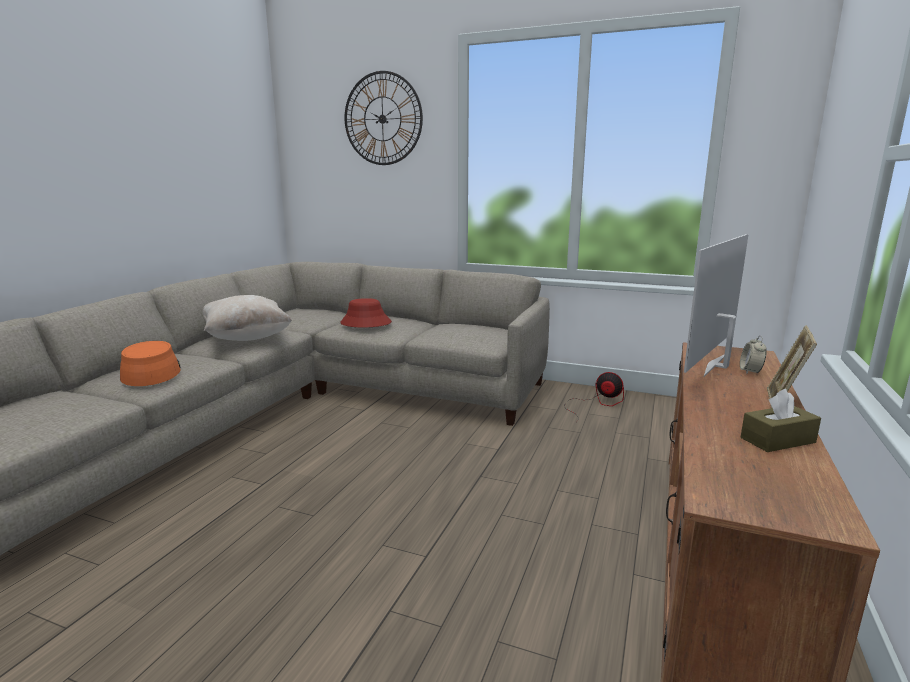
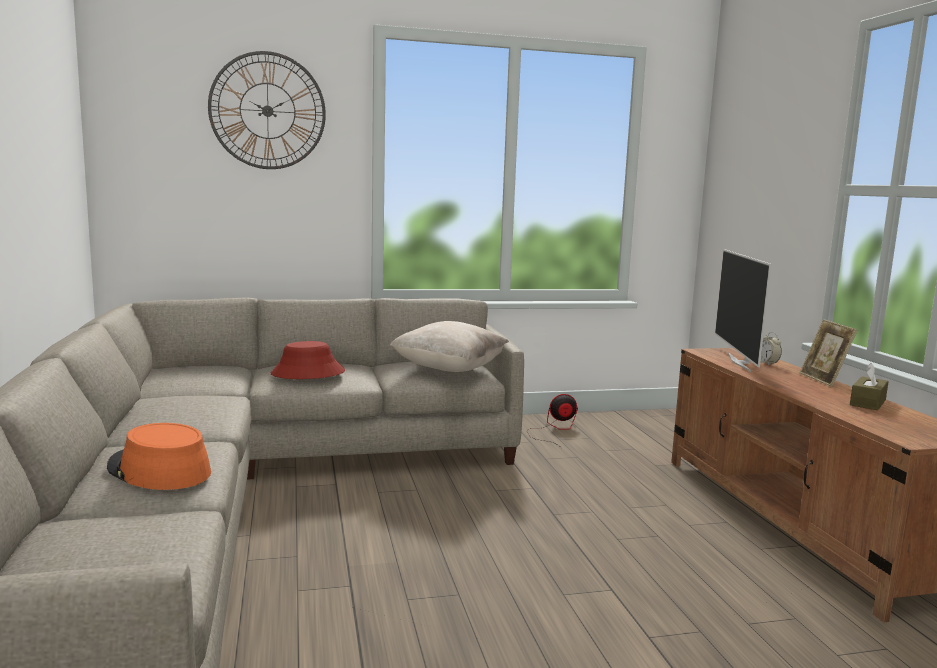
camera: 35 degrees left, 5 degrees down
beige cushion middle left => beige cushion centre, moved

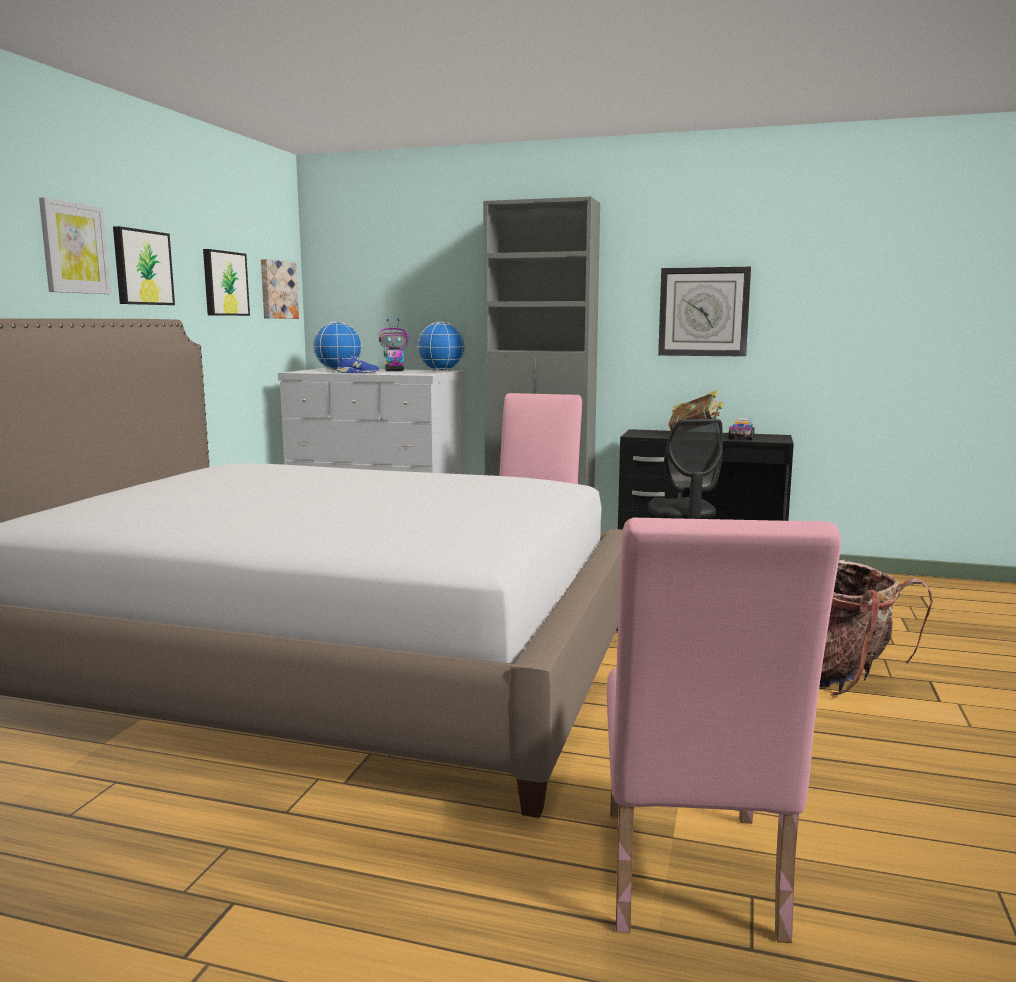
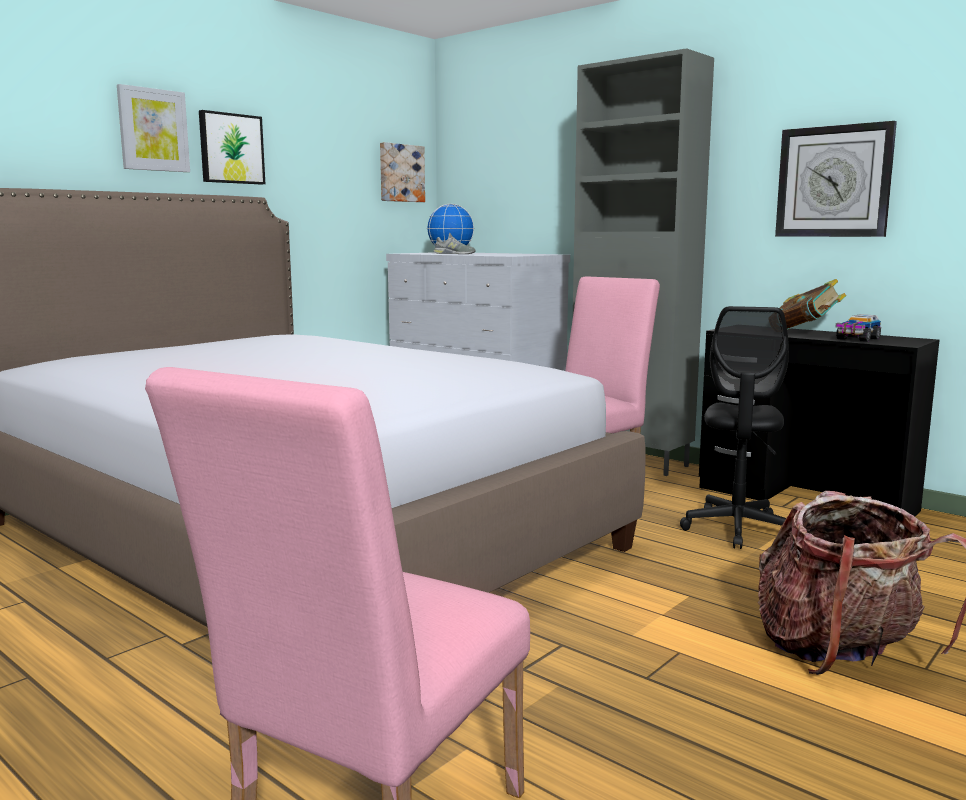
camera: 25 degrees right, 0 degrees up
wall art (3rd from left) top left => nothing
toy robot centre => nothing
desk globe (2nd from left) centre => nothing
blue shoe centre => gray shoe top centre

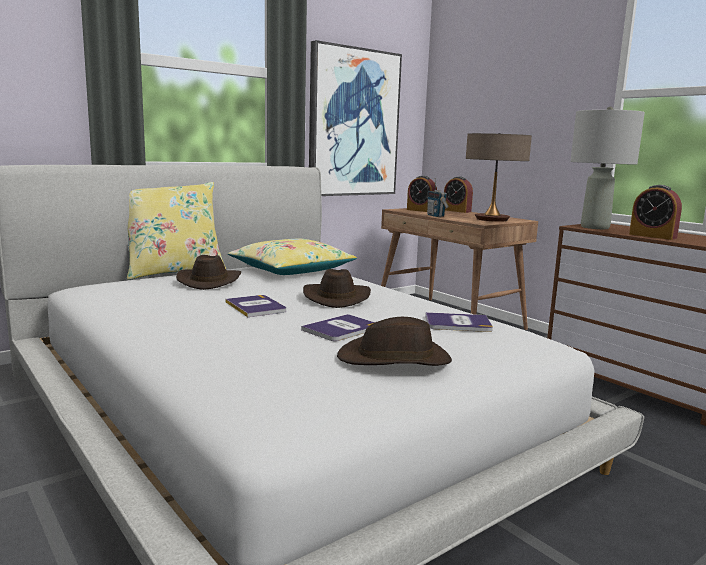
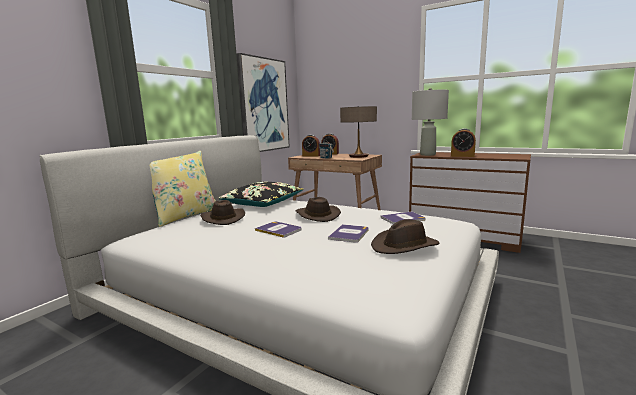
camera: 20 degrees left, 0 degrees up
yellow-coloured cushion (2nd from left) centre => black cushion centre

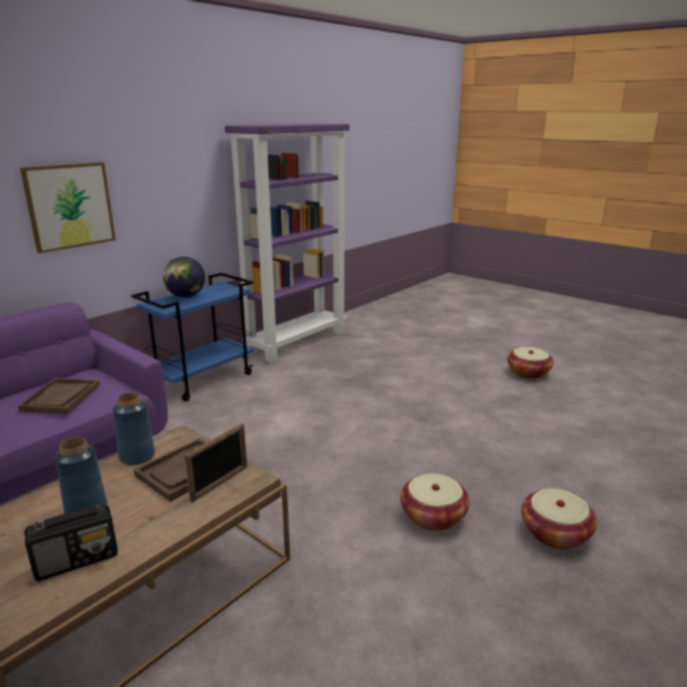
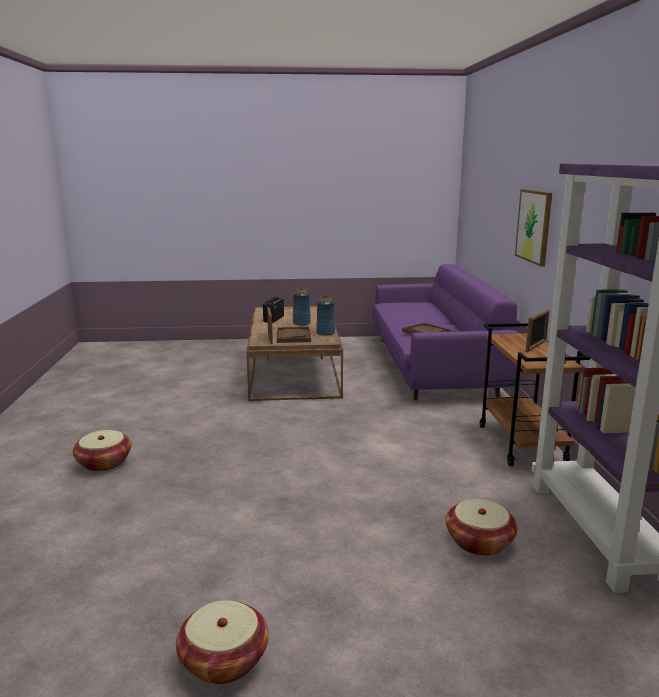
camera: 135 degrees right, 5 degrees down
household basket (1st from left in the first image) bottom centre => household basket (3rd from left) bottom right, moved
desk globe middle left => standing frame (2nd from left) middle right
blue trolley middle left => brown-coloured trolley middle right

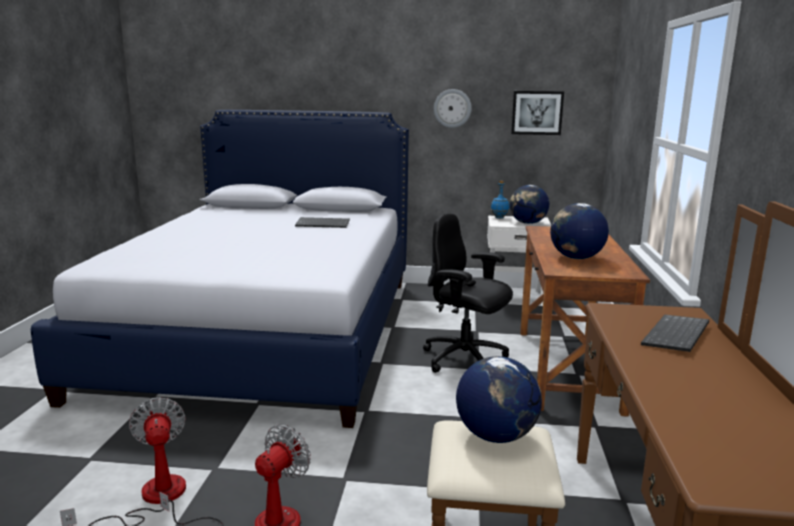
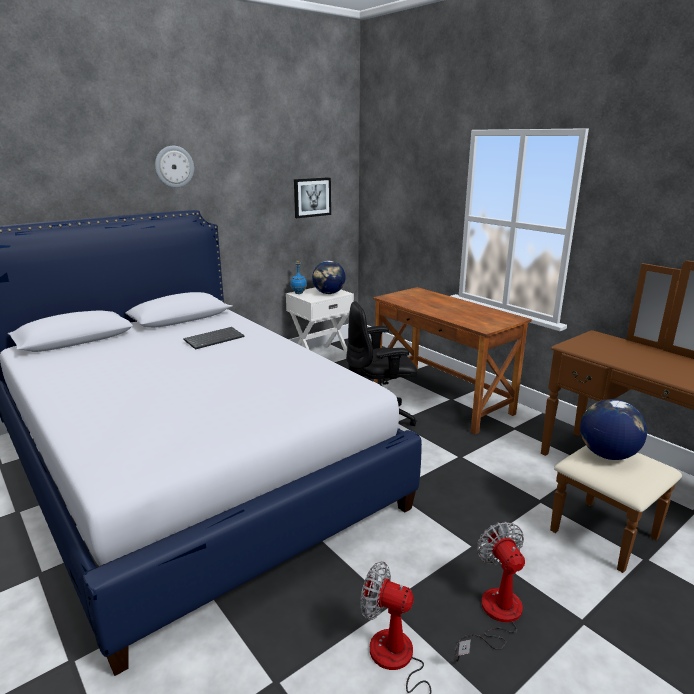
camera: 45 degrees left, 5 degrees up
desk globe (3rd from left) middle right => nothing
keyboard (2nd from left) middle right => nothing
wall clock top centre => wall clock top left, moved

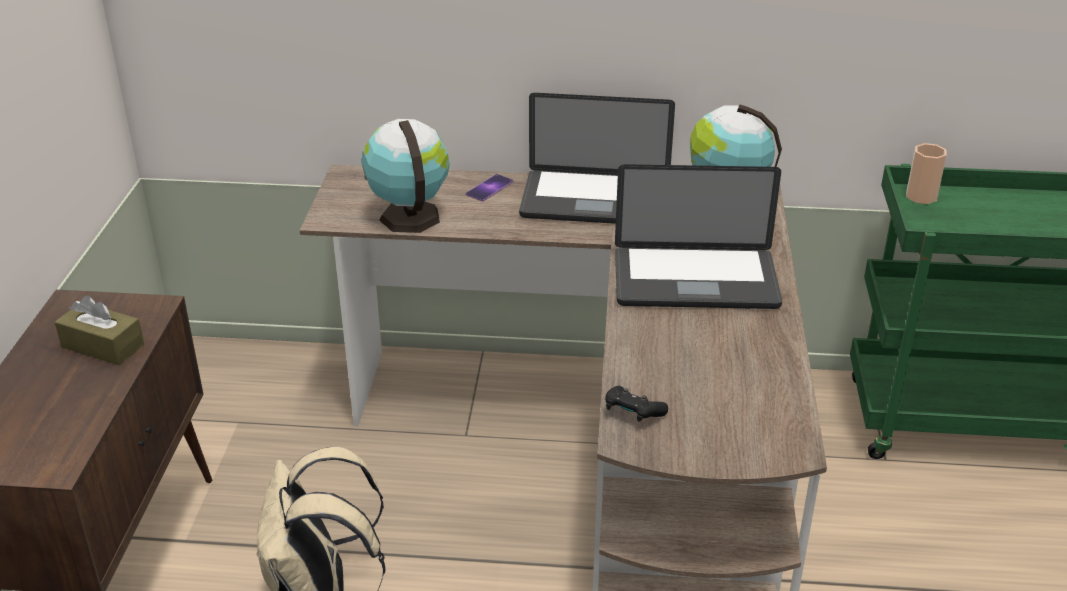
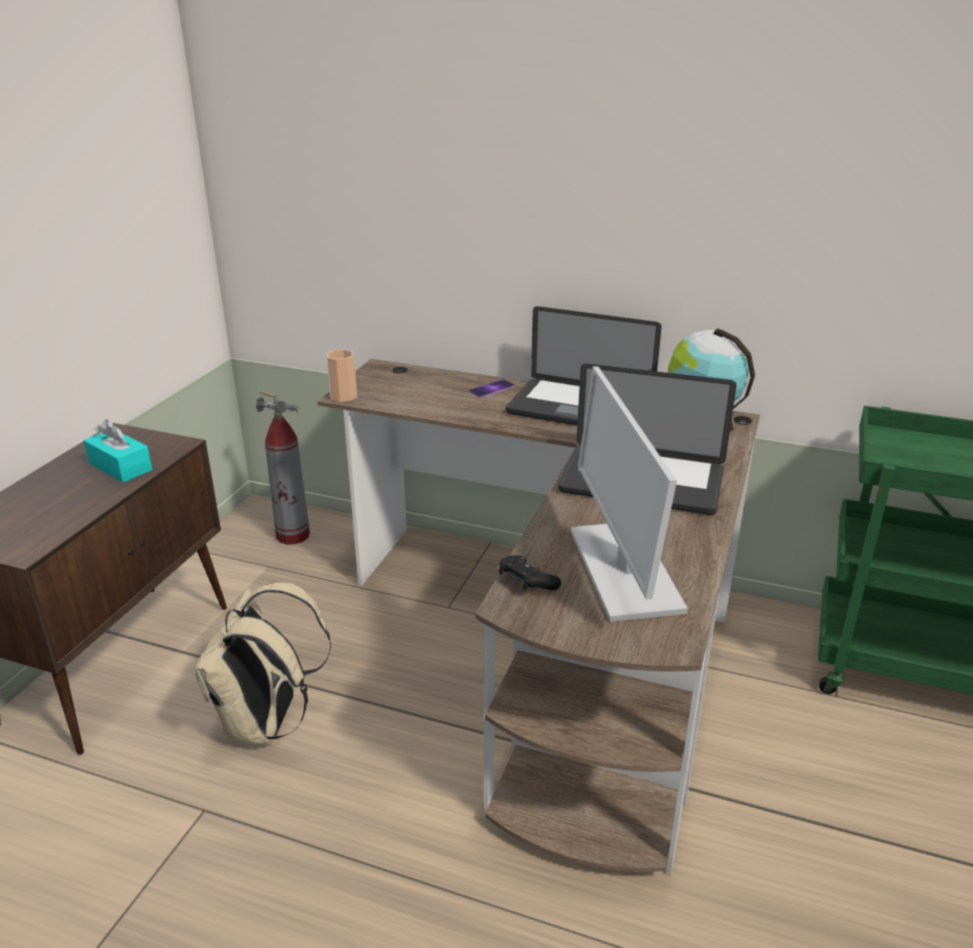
camera: 15 degrees right, 5 degrees down
desk globe (1st from left) top centre => nothing
nothing => fire extinguisher middle left
nothing => computer screen centre
cup top right => cup centre, moved
brown-coloured tissue holder middle left => blue-green tissue holder middle left

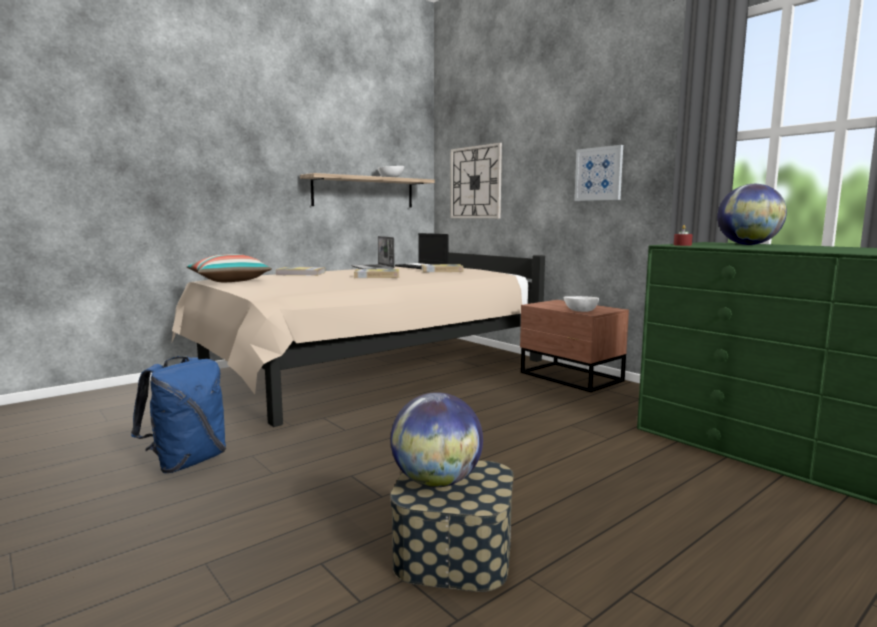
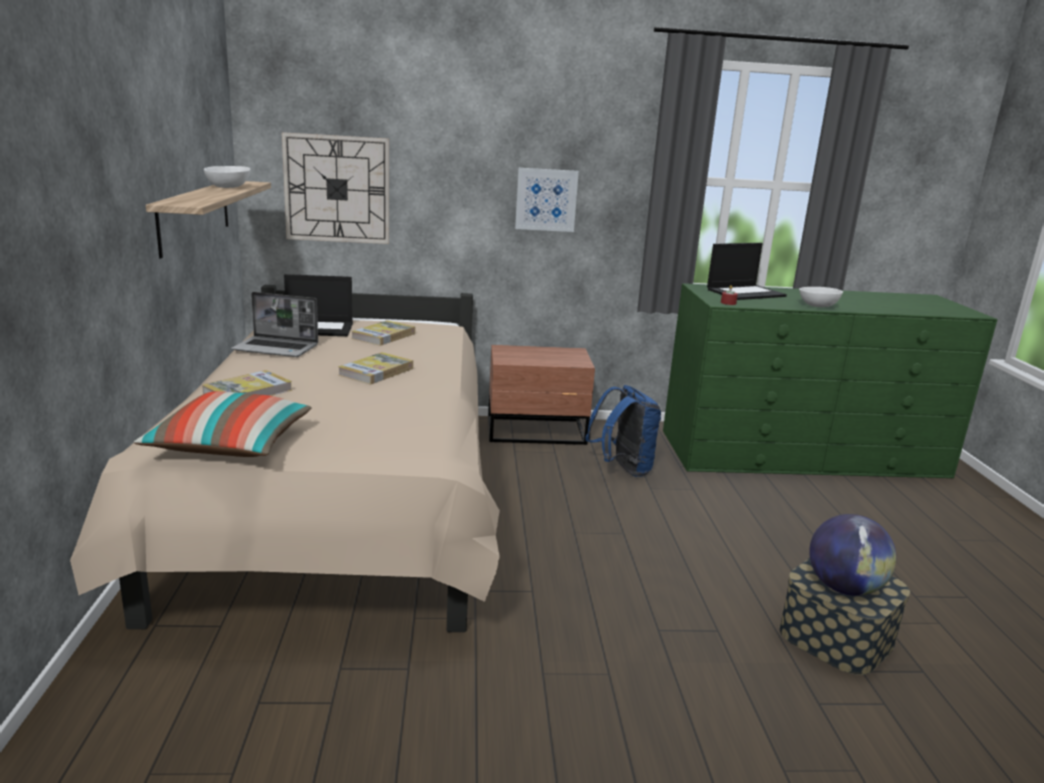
camera: 55 degrees left, 10 degrees up
blue knapsack middle left => blue knapsack centre, moved
white-coloured bowl (2nd from left) centre => white-coloured bowl (2nd from left) middle right, moved
desk globe (2nd from left) middle right => portable computer (3rd from left) middle right

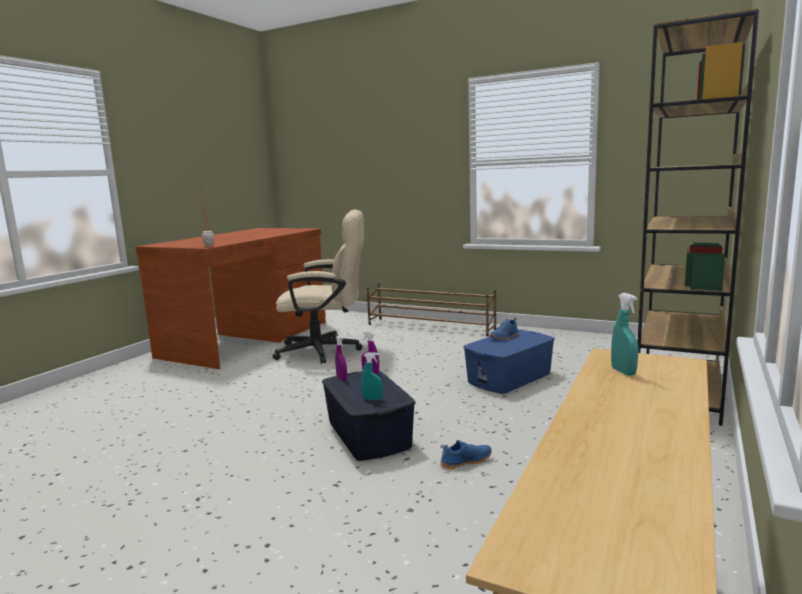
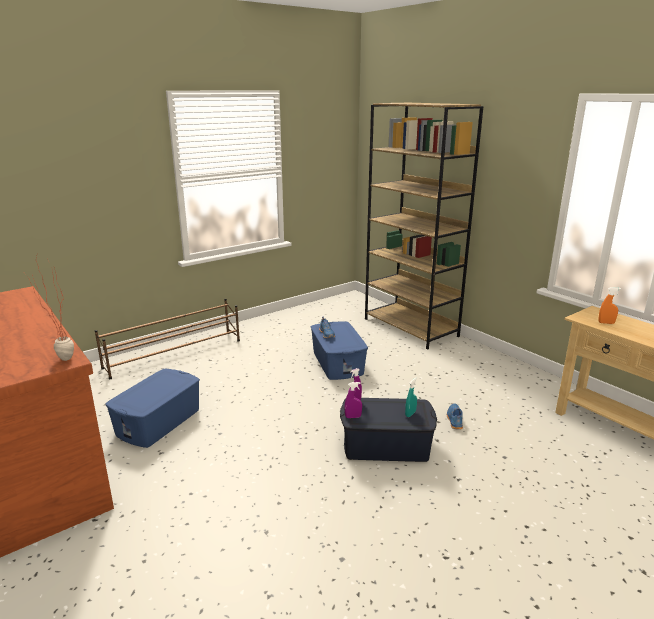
camera: 65 degrees left, 10 degrees up
beige computer chair centre => blue storage bin (1st from left) middle left
blue-green spray bottle (2nd from left) middle right => orange spray bottle middle right

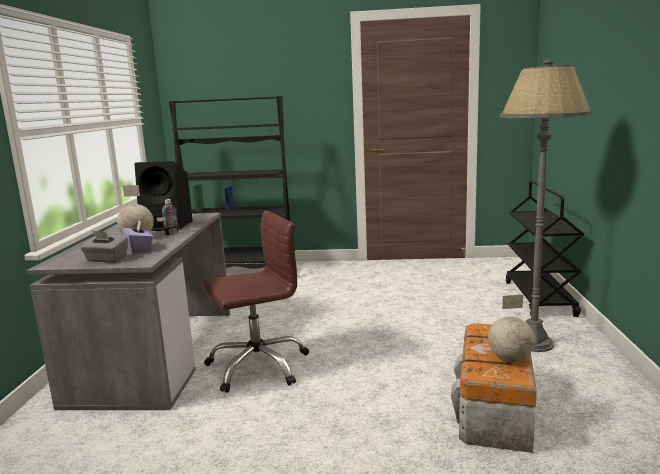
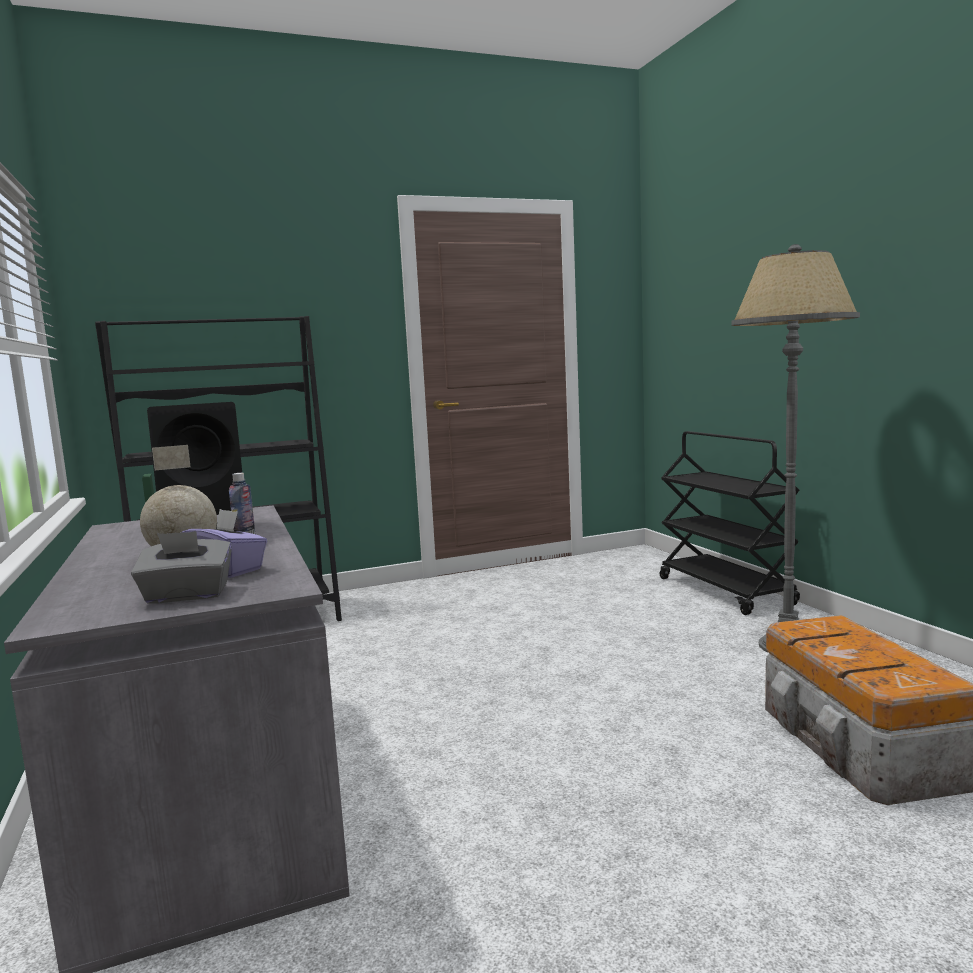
camera: 25 degrees left, 5 degrees down
brown-coloured computer chair centre => nothing
desk globe (2nd from left) bottom right => nothing

